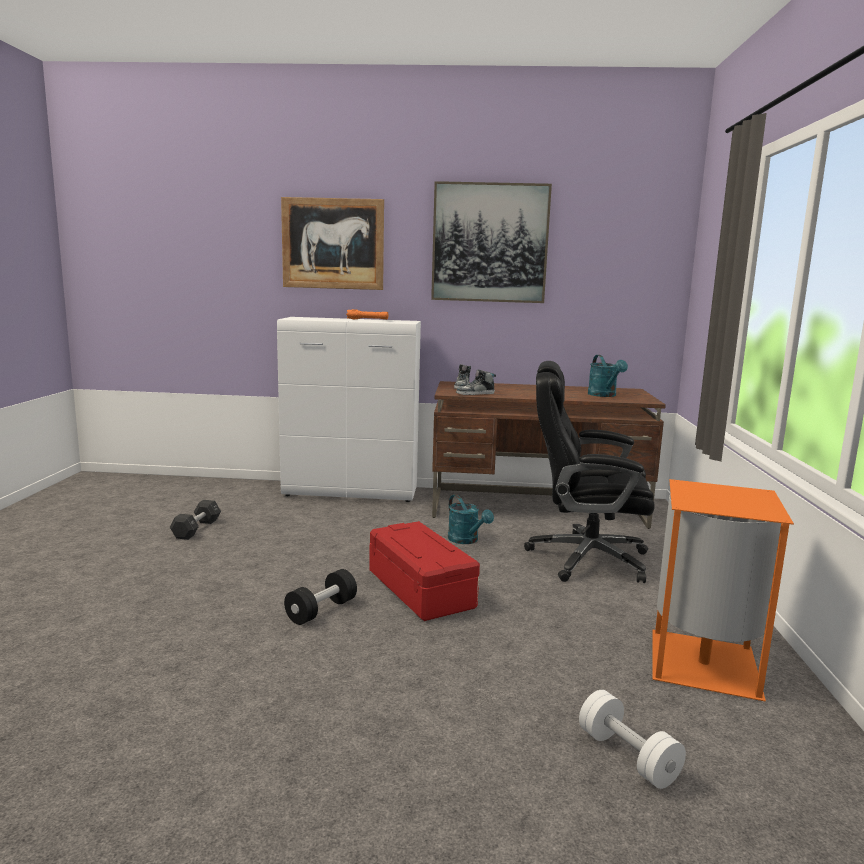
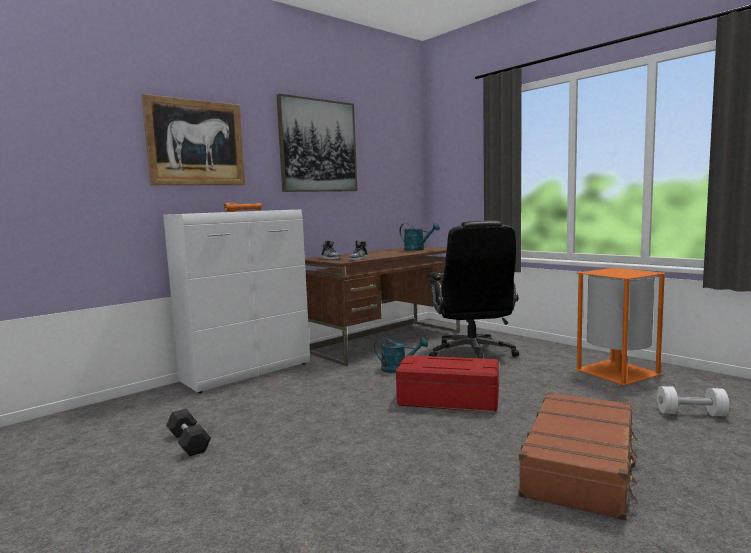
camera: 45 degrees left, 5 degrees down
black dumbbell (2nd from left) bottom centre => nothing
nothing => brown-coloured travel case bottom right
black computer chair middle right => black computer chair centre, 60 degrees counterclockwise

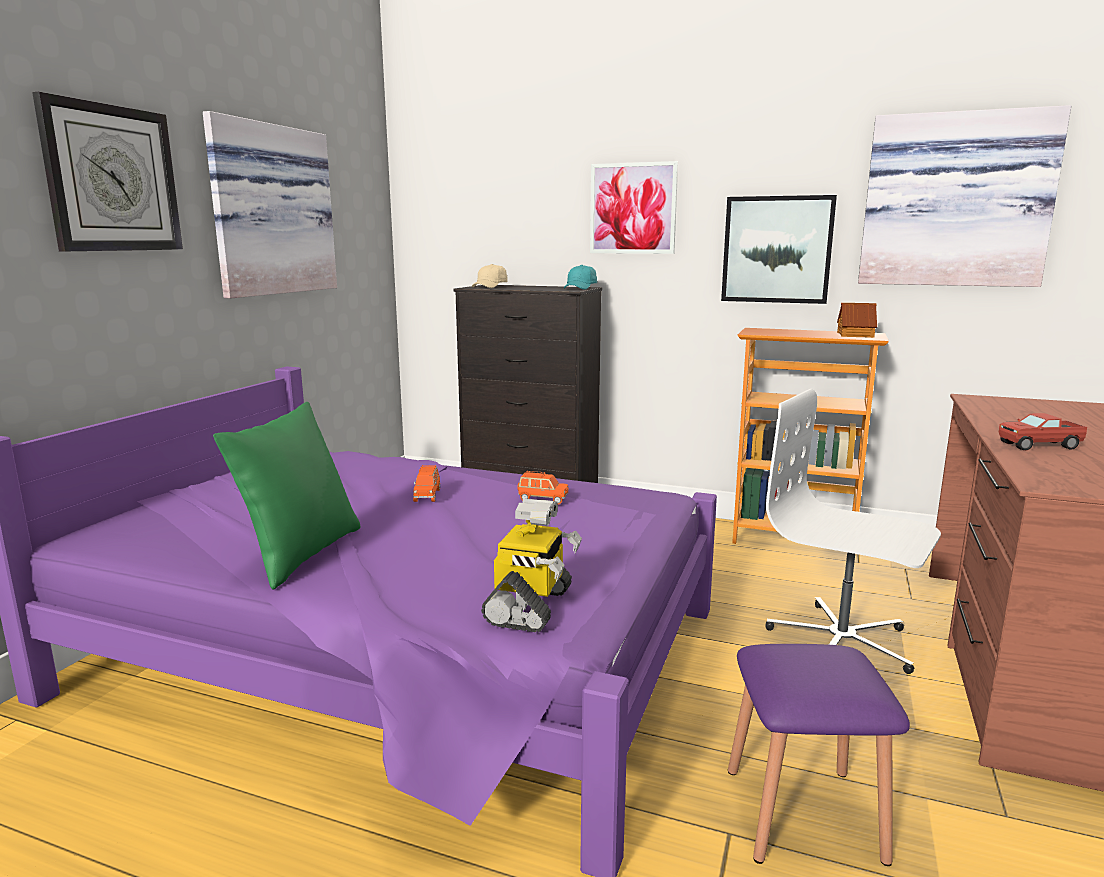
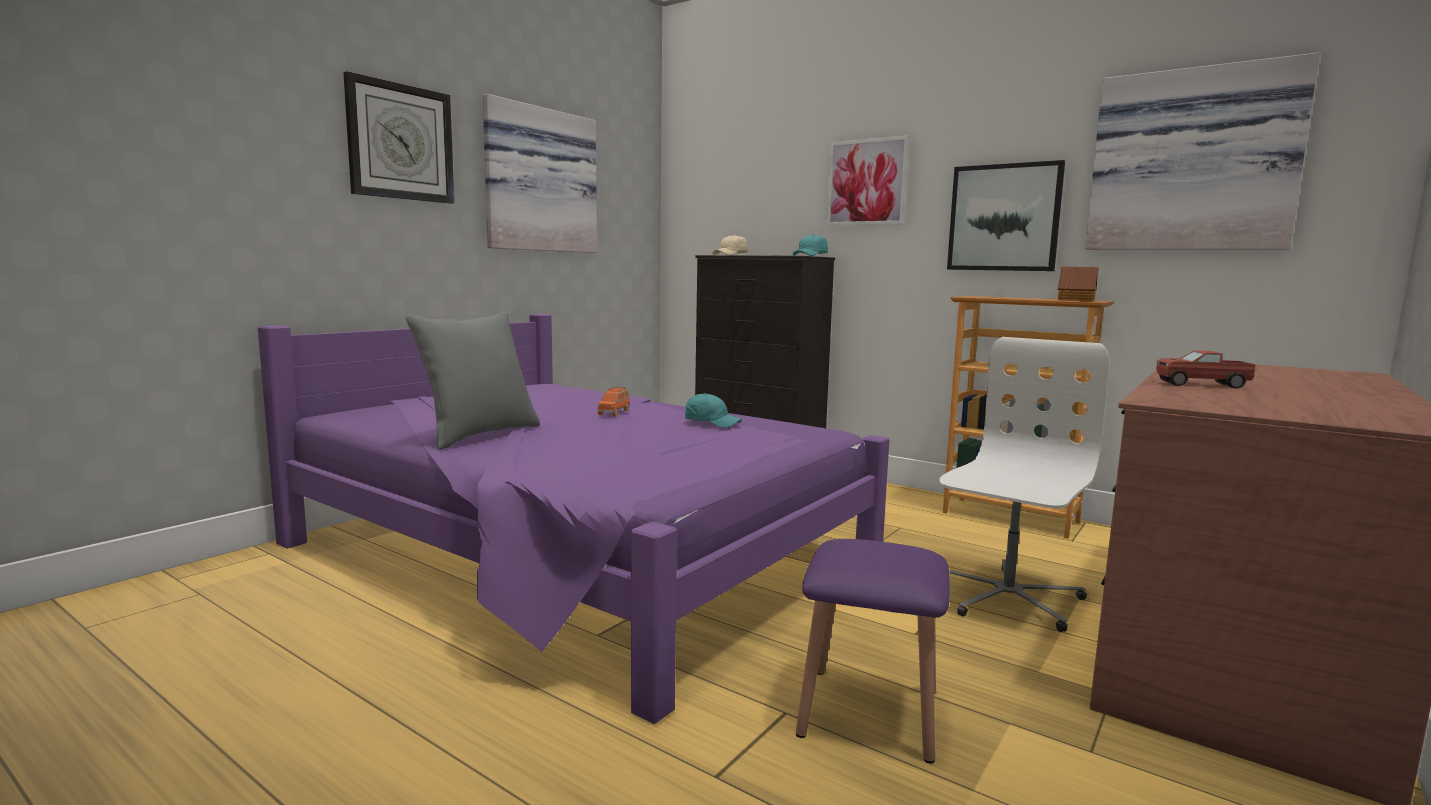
camera: 15 degrees right, 5 degrees down
toy robot centre => nothing
orange toy car (2nd from left) centre => blue-green cap (1st from left) centre
green cushion middle left => gray cushion middle left
white-coloured computer chair middle right, 75 degrees clockwise

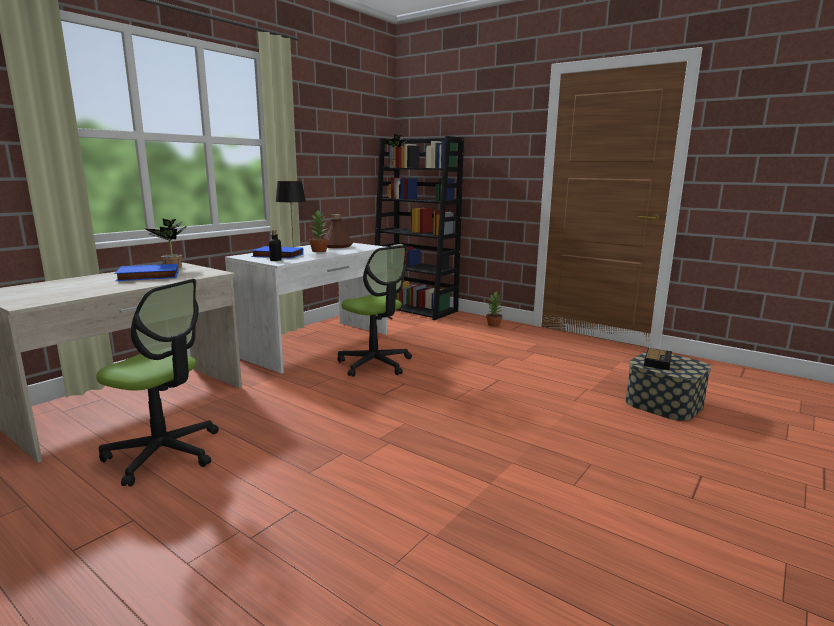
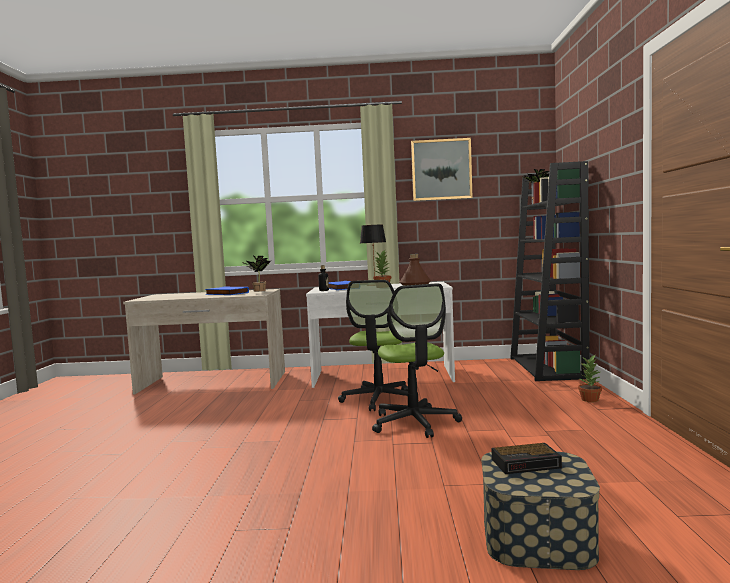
camera: 55 degrees right, 10 degrees down
nothing => wall art top centre
computer chair (1st from left in the first image) middle left => computer chair (2nd from left) centre, moved

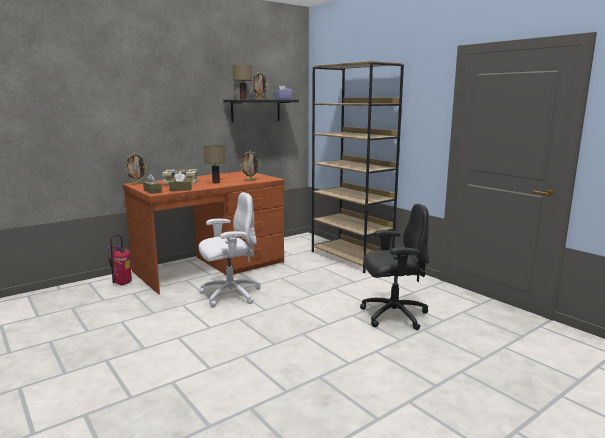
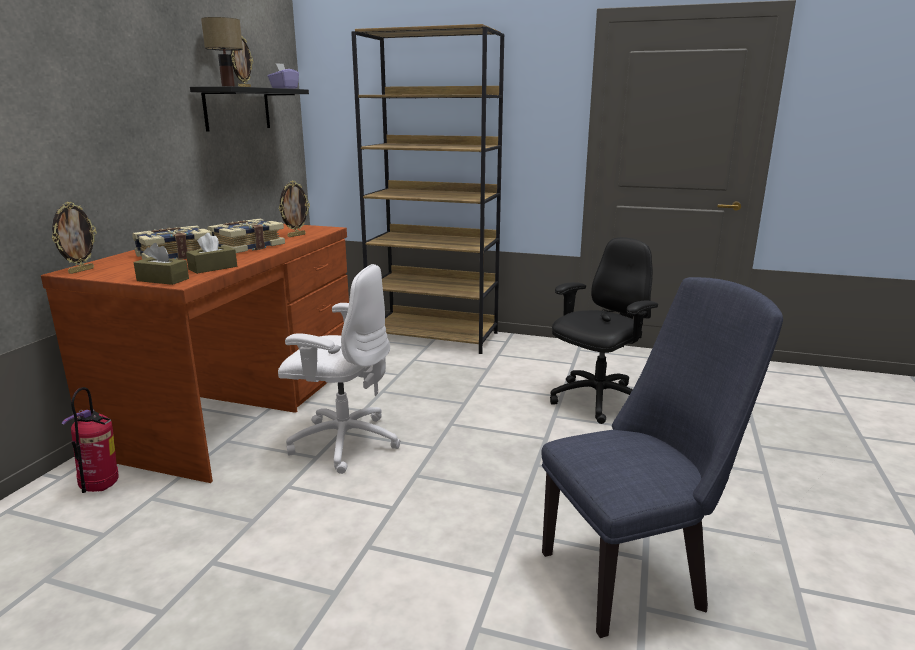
camera: 35 degrees left, 5 degrees up
nothing => blue upright chair bottom right
tabletop lamp (1st from left) centre => volume (2nd from left) middle left
white-coloured computer chair centre, 75 degrees clockwise

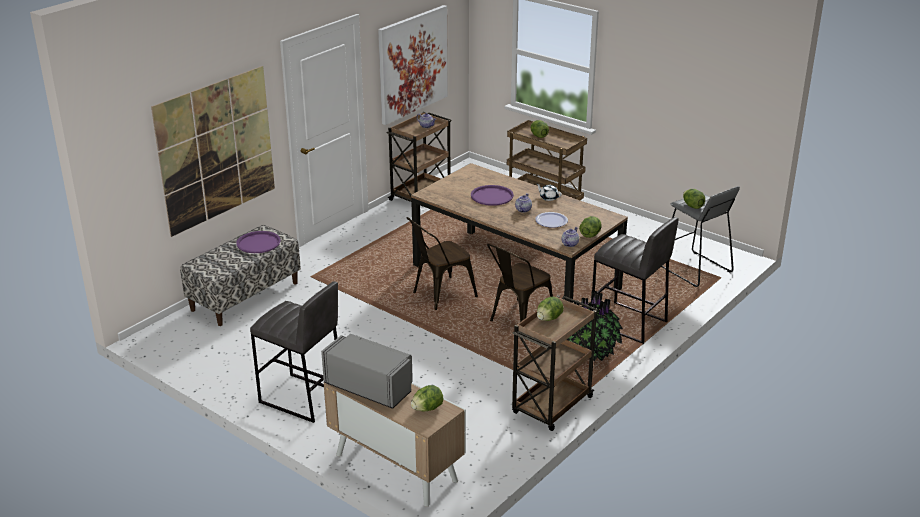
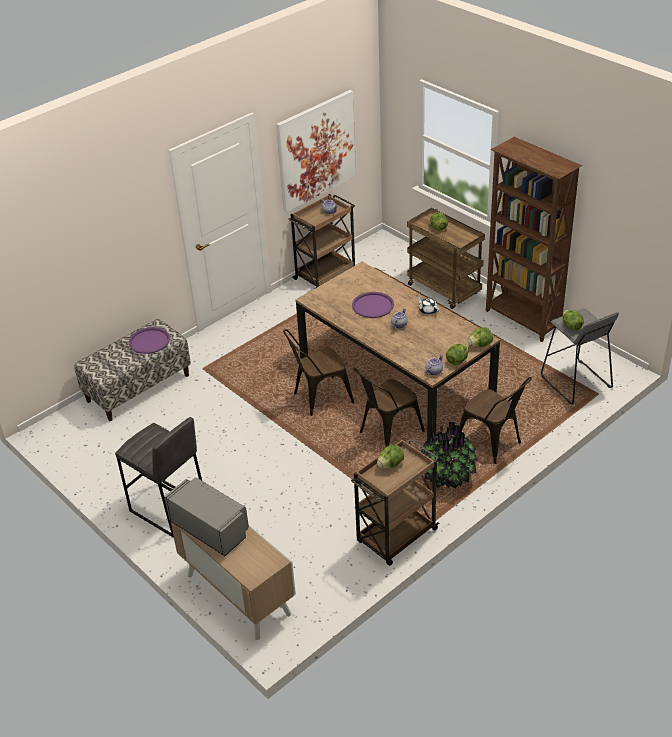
camera: 10 degrees right, 10 degrees up
wall art (1st from left) top left => nothing
plate centre => nothing
nothing => brown-coloured bookcase top right
lettuce (1st from left in the first image) bottom centre => lettuce (4th from left) middle right, moved
gray stool (2nd from left) middle right => brown-coloured upright chair (3rd from left) middle right

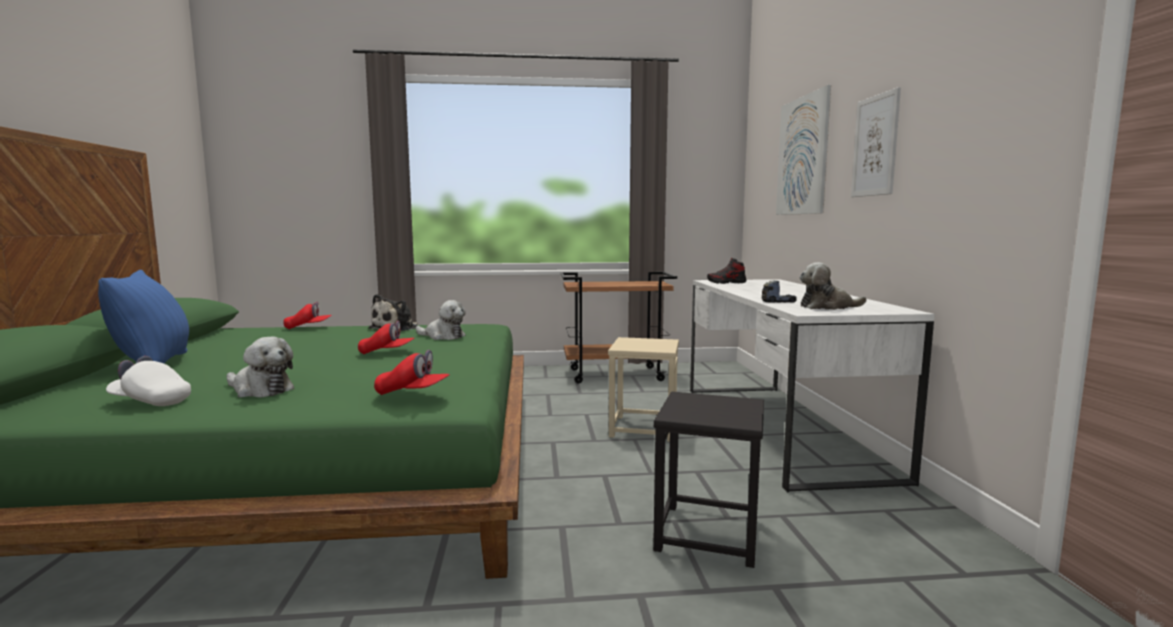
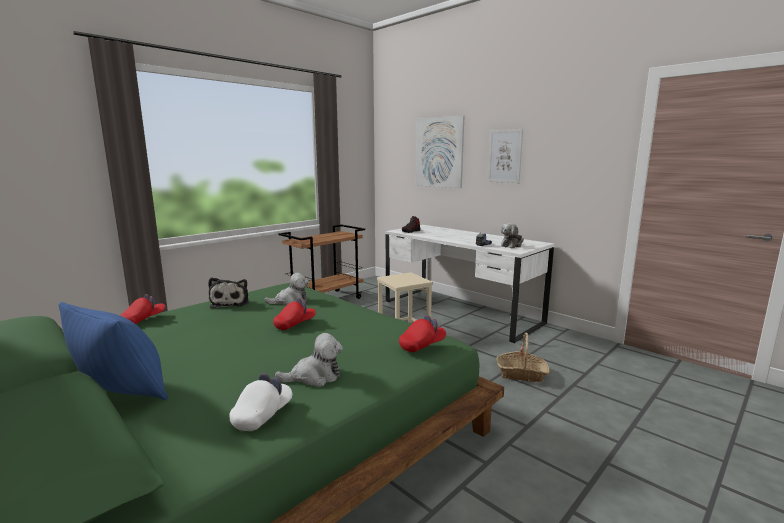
camera: 40 degrees left, 5 degrees up
black stool bottom centre => household basket bottom right
white-coloured cap middle left => white-coloured cap bottom left, 150 degrees clockwise

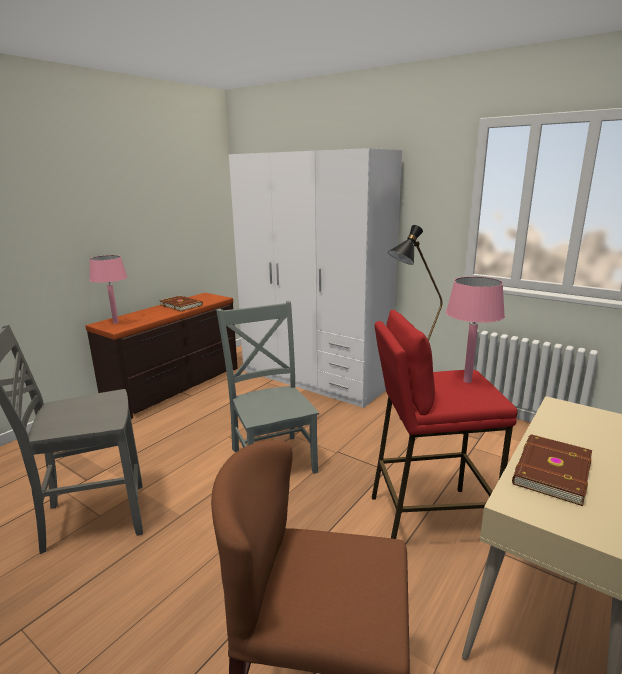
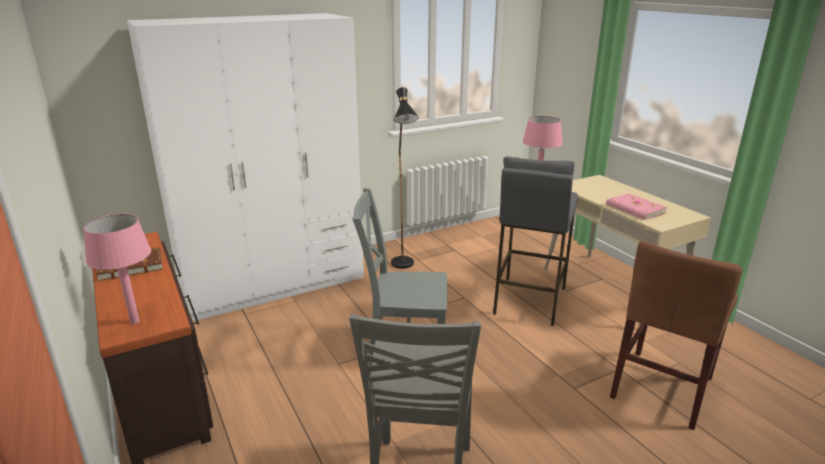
camera: 65 degrees left, 5 degrees up
red stool middle right => gray stool centre
brown-coloured volume (2nd from left) bottom right => pink volume middle right

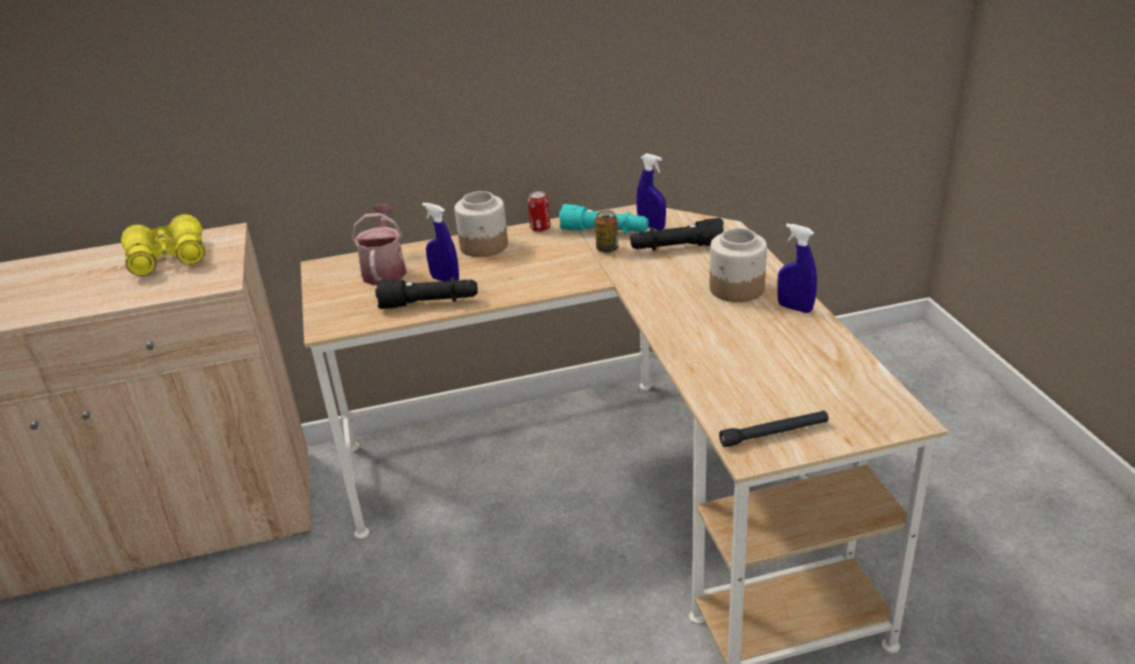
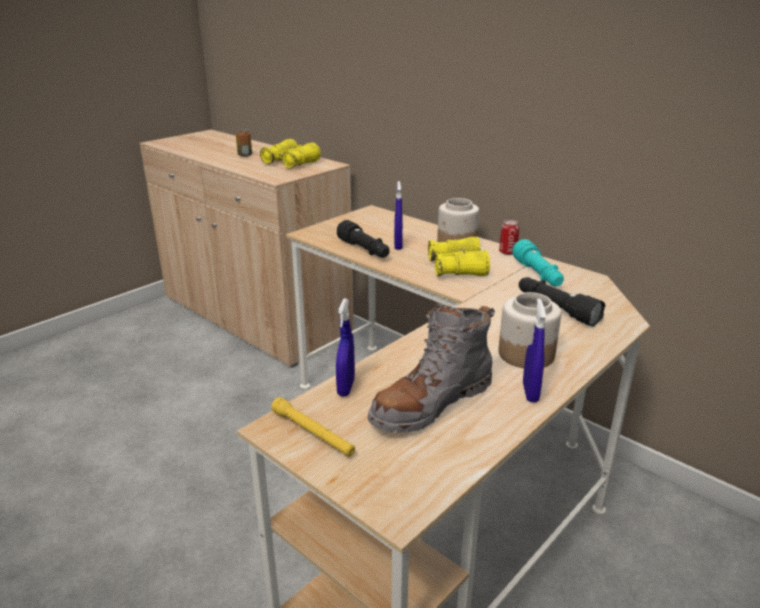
camera: 55 degrees right, 5 degrees down
watering pot centre => nothing
nothing => gray boot centre
nothing => yellow-coloured pair of binoculars (2nd from left) centre
metal can (2nd from left in the first image) centre => metal can (1st from left) top left, moved
blue spray bottle (2nd from left in the first image) top centre => blue spray bottle (1st from left) centre, moved
black flashlight (3rd from left) middle right => yellow-coloured flashlight bottom centre

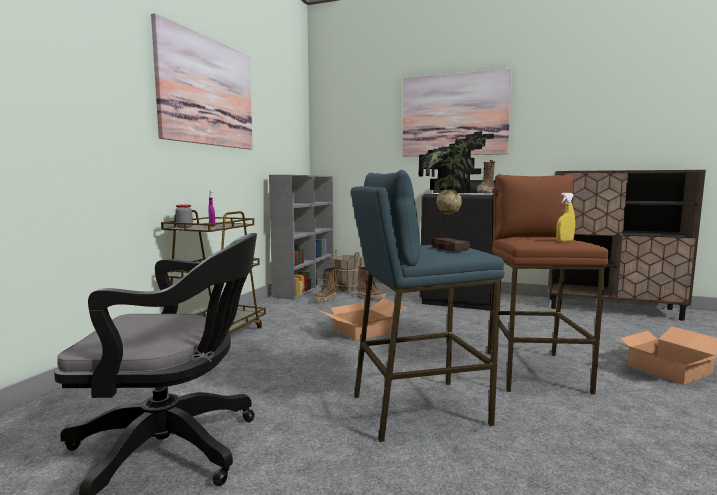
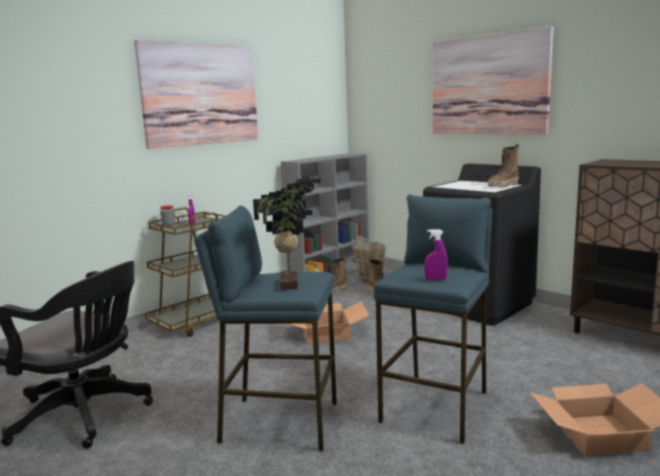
camera: 25 degrees right, 5 degrees up
brown-coloured stool middle right => blue stool (2nd from left) bottom centre
yellow-coloured spray bottle middle right => purple spray bottle (2nd from left) centre

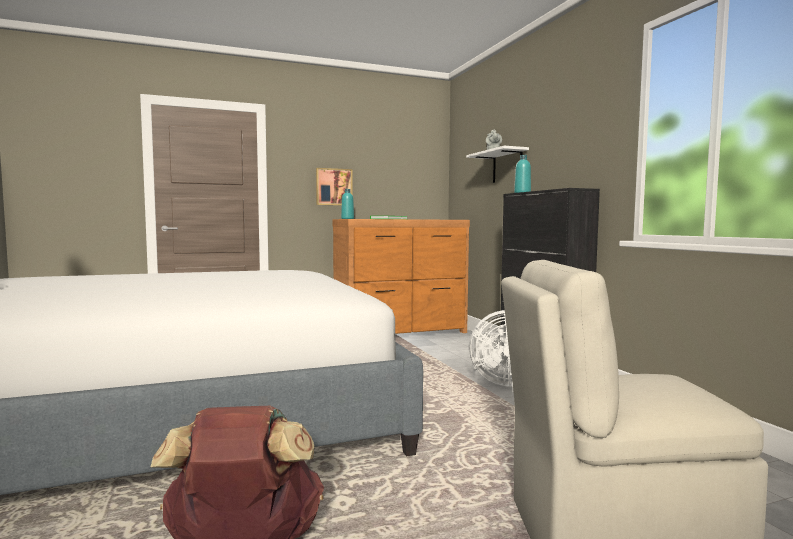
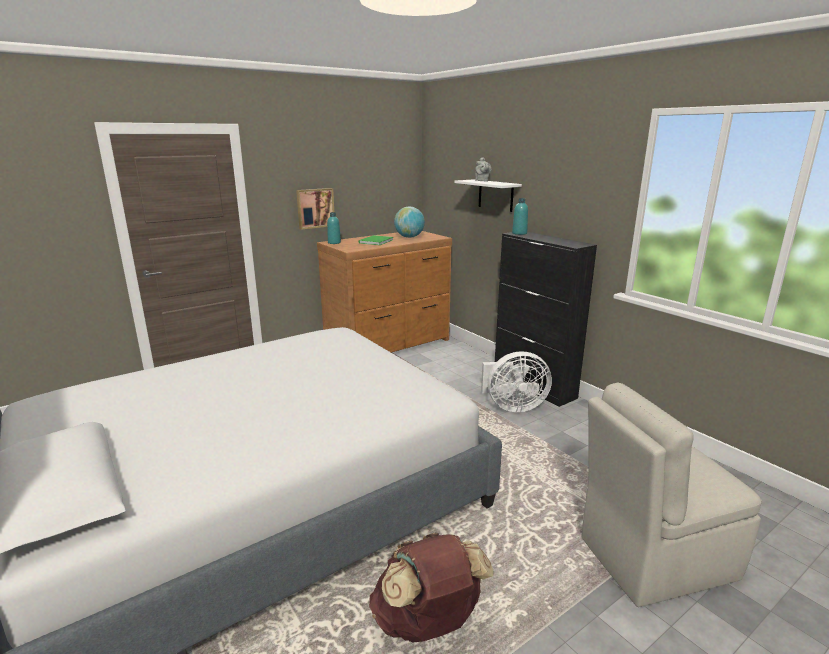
camera: 15 degrees left, 15 degrees up
nothing => desk globe centre

